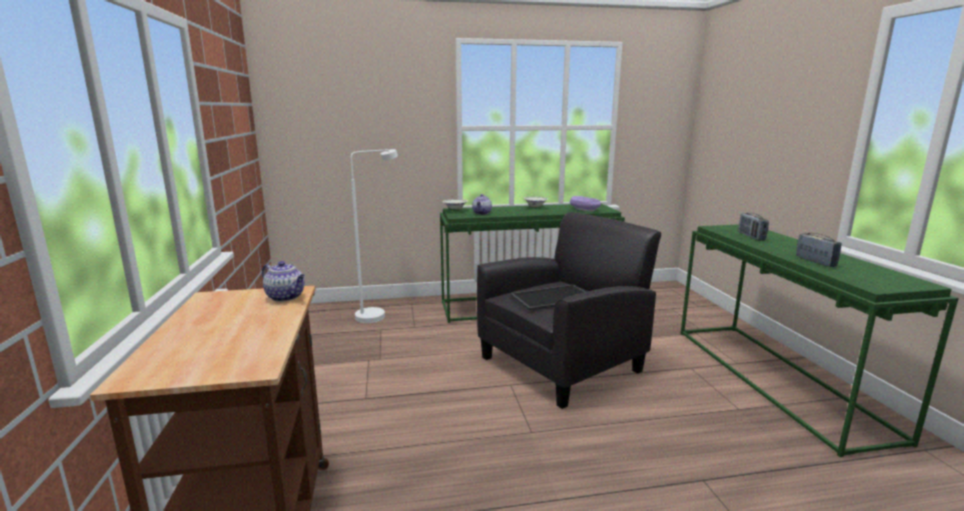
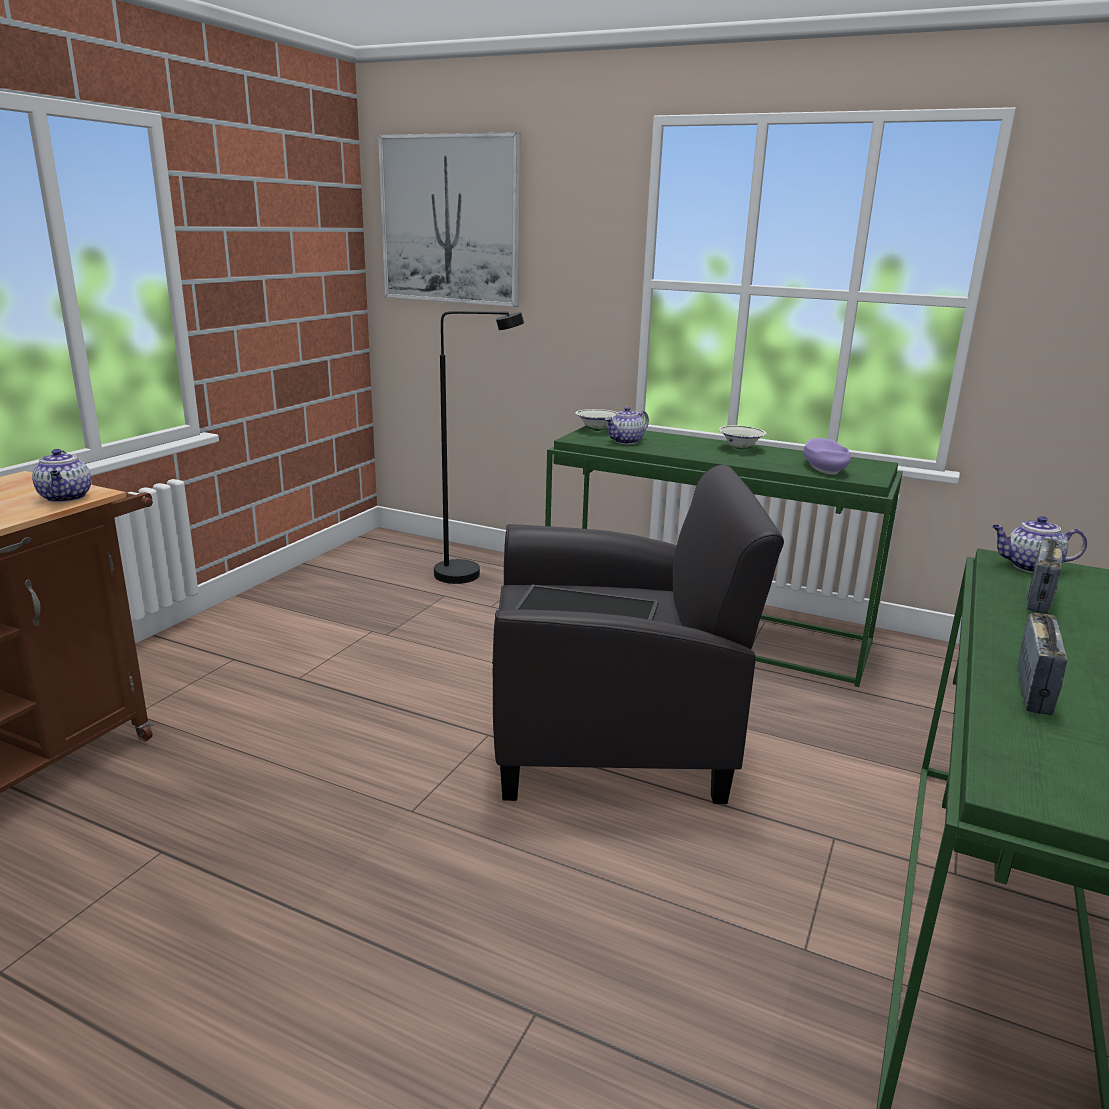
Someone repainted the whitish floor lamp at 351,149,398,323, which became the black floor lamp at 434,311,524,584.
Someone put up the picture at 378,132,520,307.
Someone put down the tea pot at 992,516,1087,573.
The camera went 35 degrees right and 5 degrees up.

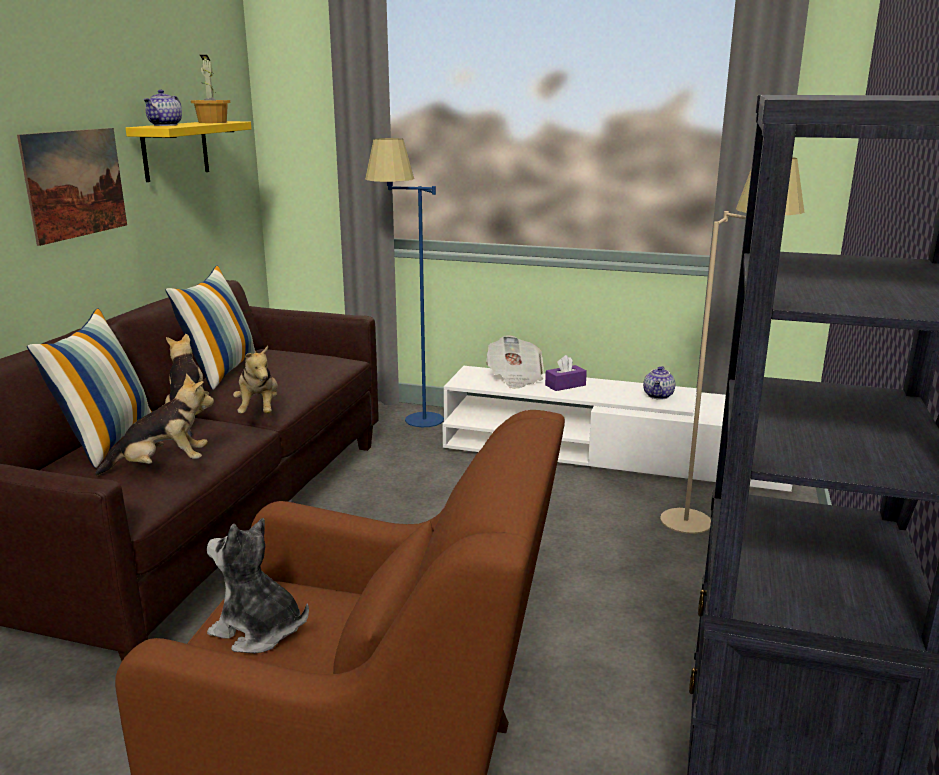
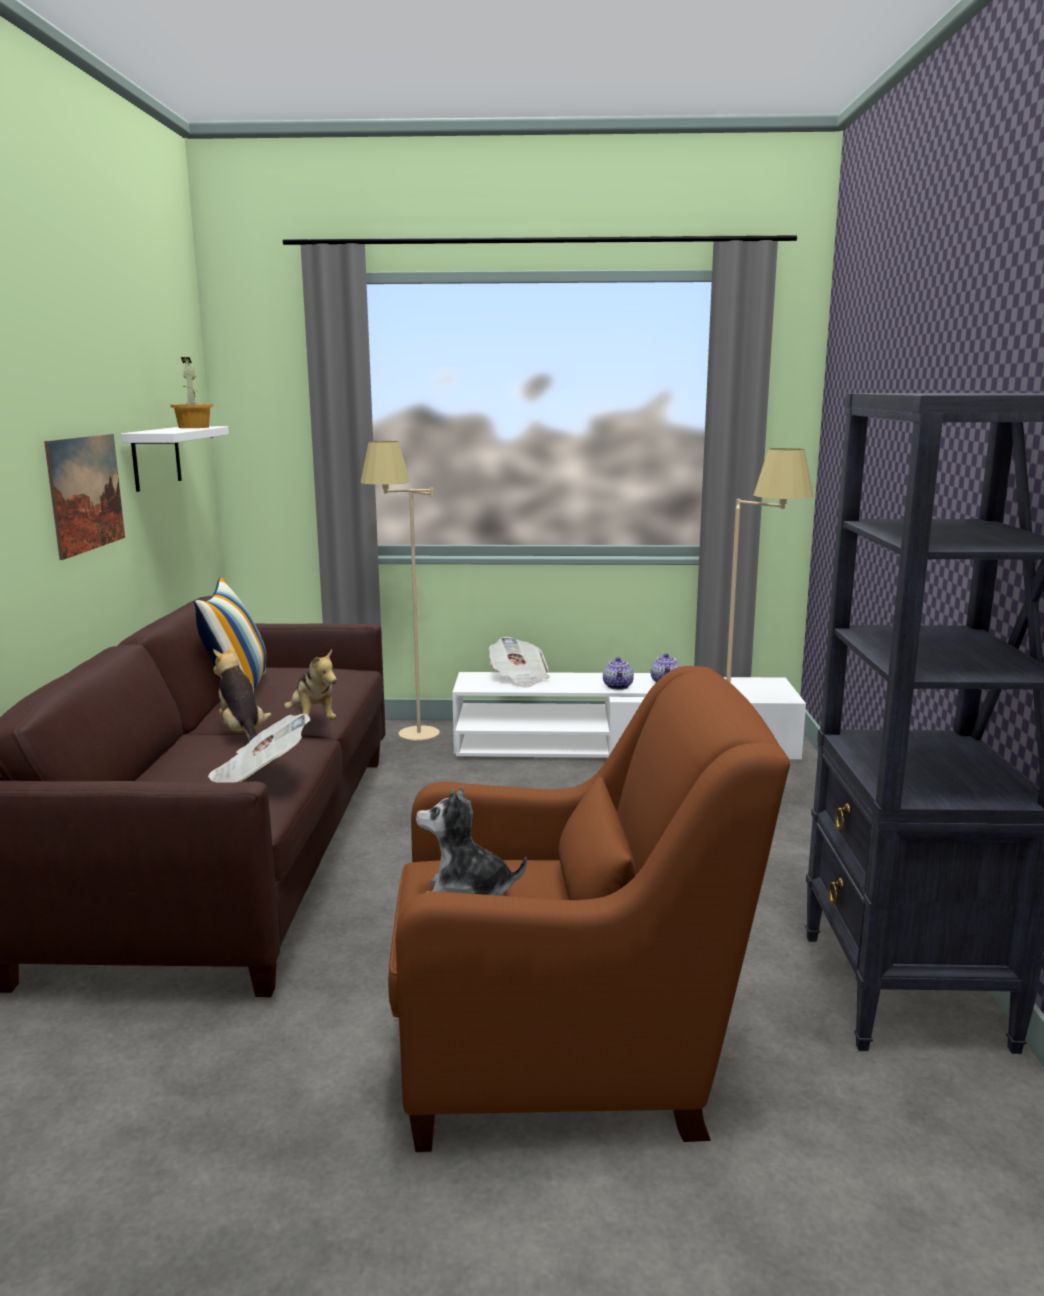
Someone carried the tea pot from 143,90,182,126 to 603,657,634,690.
Someone repainted the yellow shelf at 126,121,251,182, which became the whitish shelf at 121,426,229,492.
Someone repainted the bluish floor lamp at 365,138,444,427, which became the sand-coloured floor lamp at 360,441,440,741.
Someone took away the throw pillow at 27,308,152,468.
Someone took away the purplish tissue holder at 545,355,587,391.
Someone swapped the cuddly toy at 95,373,214,475 for the printed paper at 208,714,310,782.
The camera went 15 degrees left and 5 degrees down.

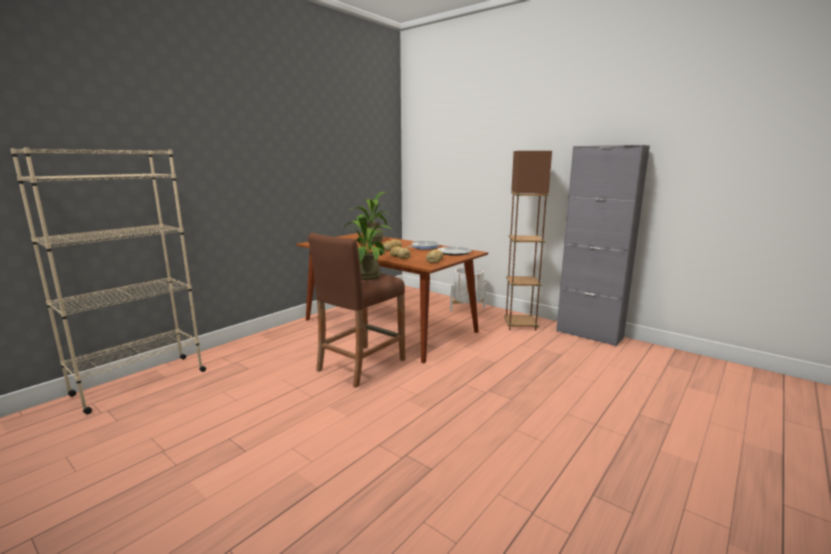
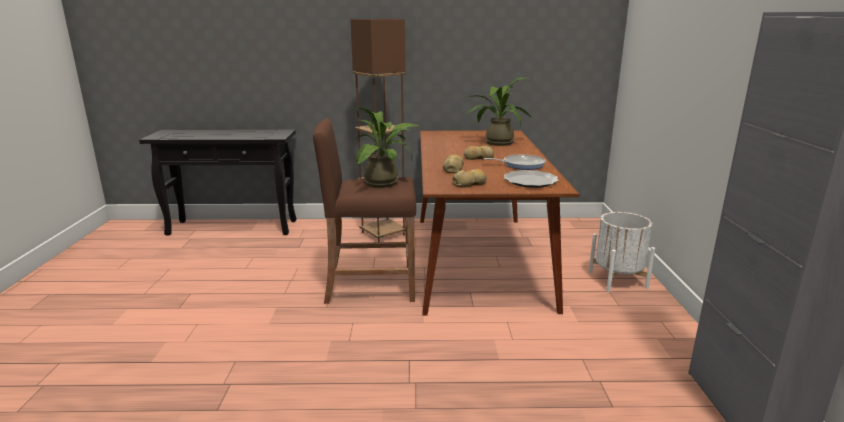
Someone swapped the sand-coloured shelving unit at 10,147,206,414 for the black console table at 139,130,296,235.
Someone carried the brown-coloured floor lamp from 504,151,552,331 to 350,19,406,242.
The camera went 50 degrees right and 5 degrees up.

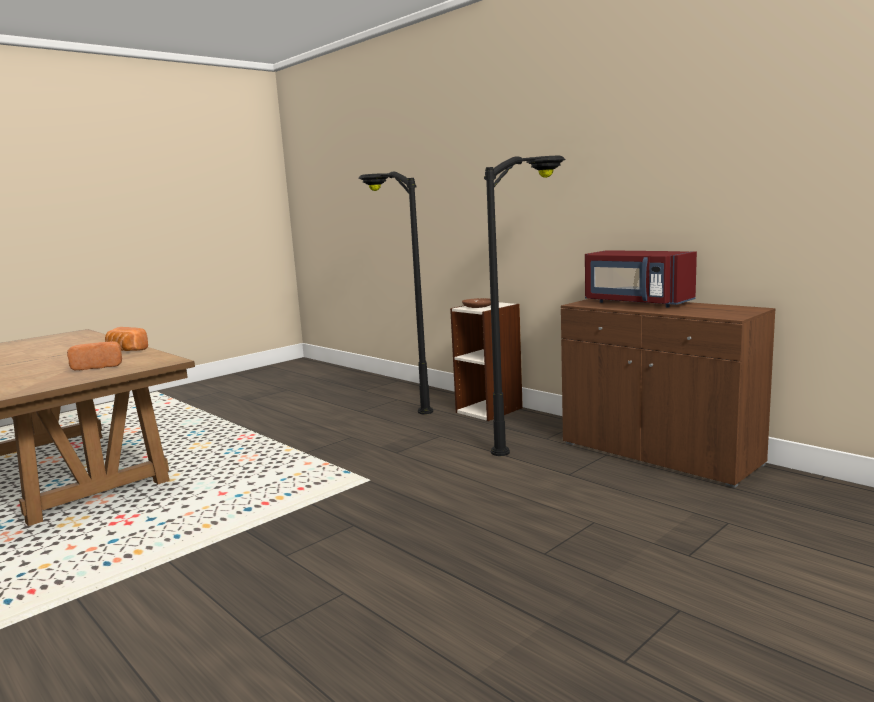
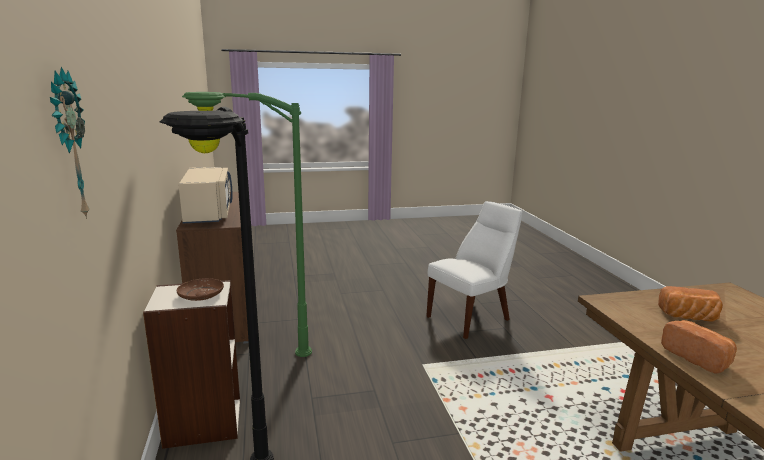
Someone repainted the black floor lamp at 484,156,566,456, which became the green floor lamp at 182,92,312,357.
Someone repainted the red-coloured kitchen microwave at 585,250,697,308, which became the sand-coloured kitchen microwave at 178,167,232,223.
Someone put up the clock on the wall at 50,67,90,219.
Someone put down the whitish upright chair at 426,201,522,339.
The camera went 150 degrees left and 5 degrees up.

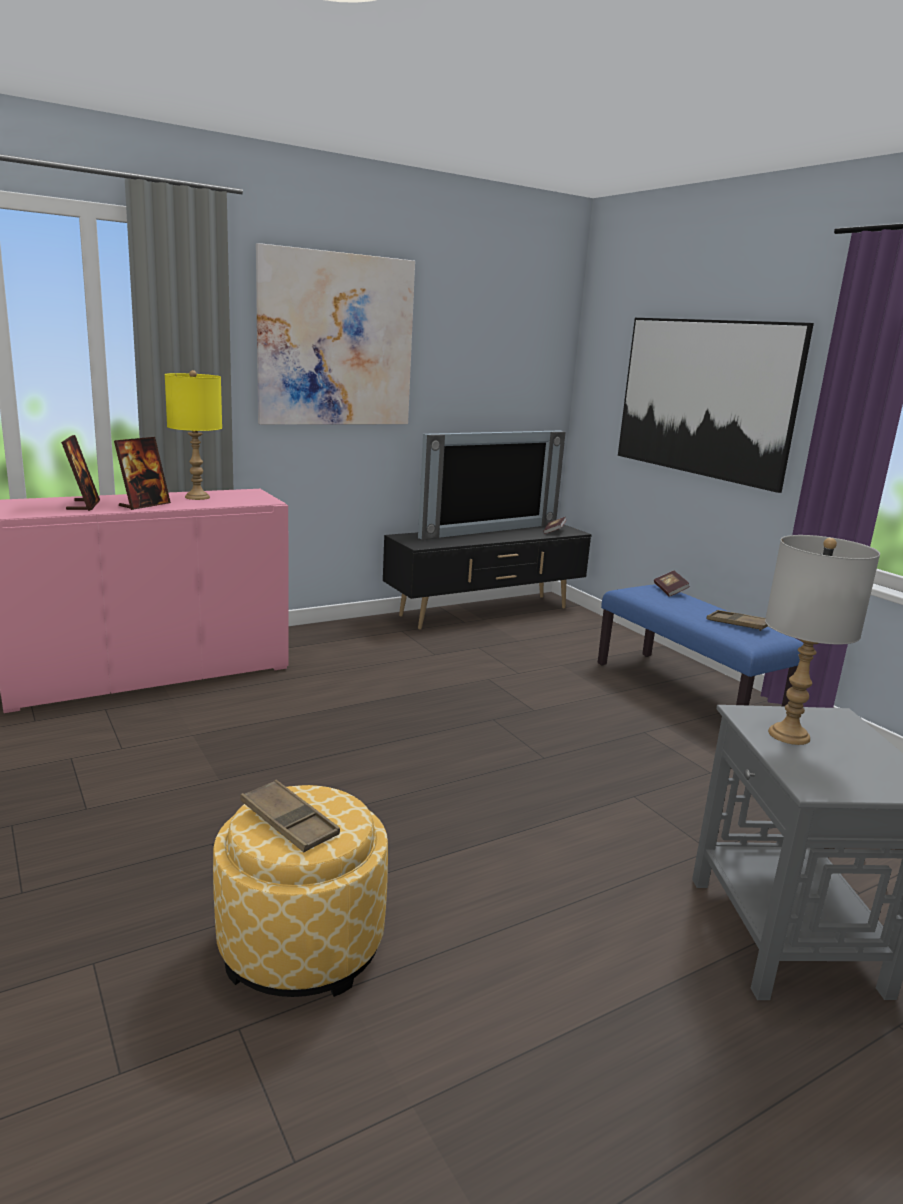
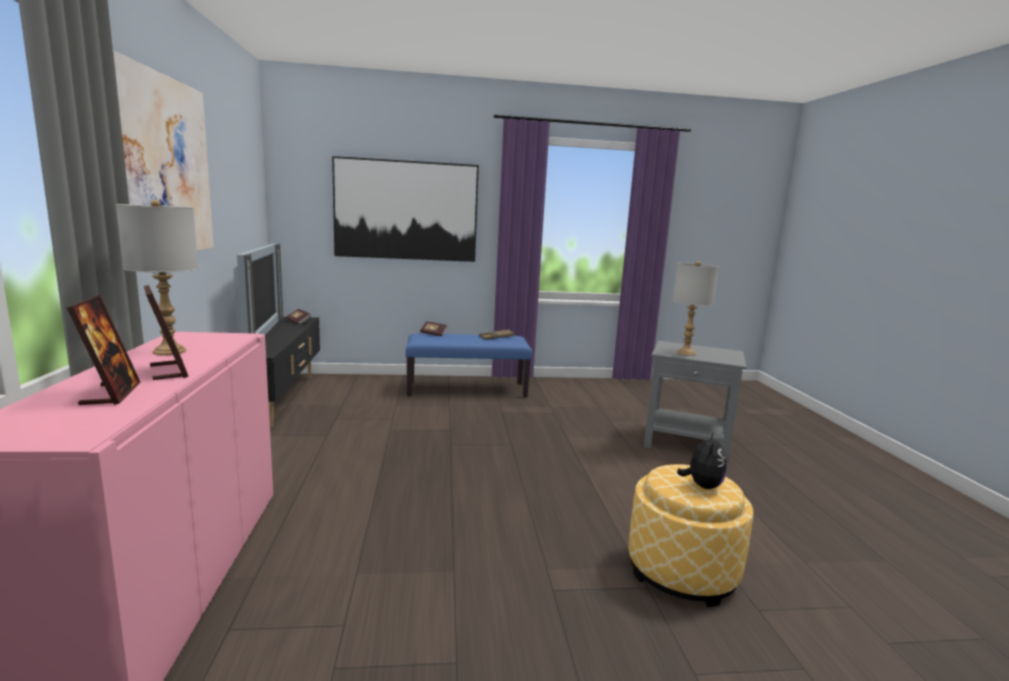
Someone repainted the yellow table lamp at 165,370,222,500, which became the gray table lamp at 116,200,198,356.
Someone rotated the picture frame at 61,435,100,511 by 60 degrees clockwise.
Someone swapped the brown-coloured serving tray at 240,780,340,852 for the cuddly toy at 677,432,727,489.
The camera went 65 degrees left and 5 degrees down.

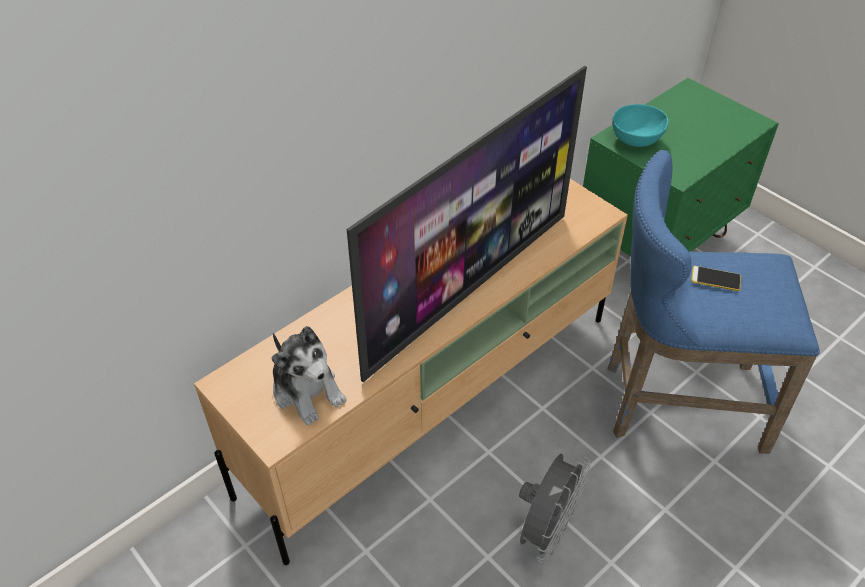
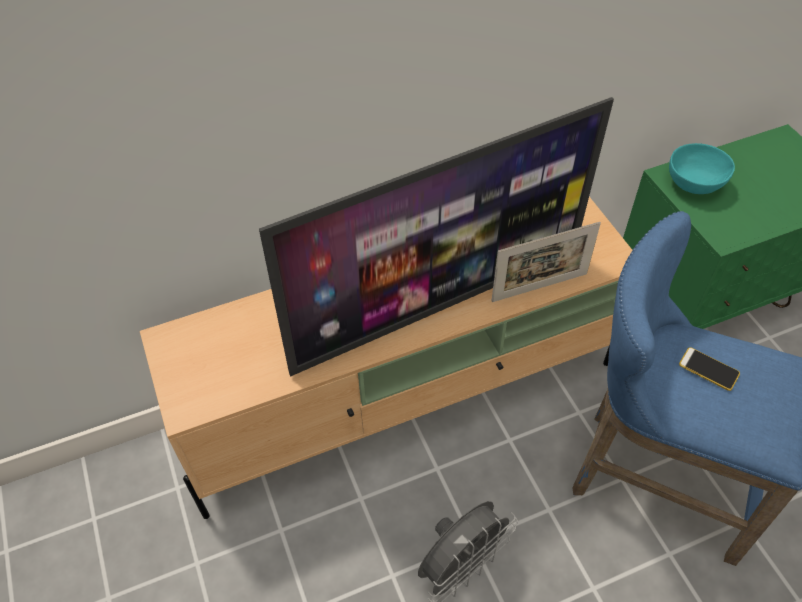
Someone took away the cuddly toy at 271,326,347,425.
Someone put down the picture frame at 491,222,601,302.
The camera went 20 degrees right and 5 degrees up.

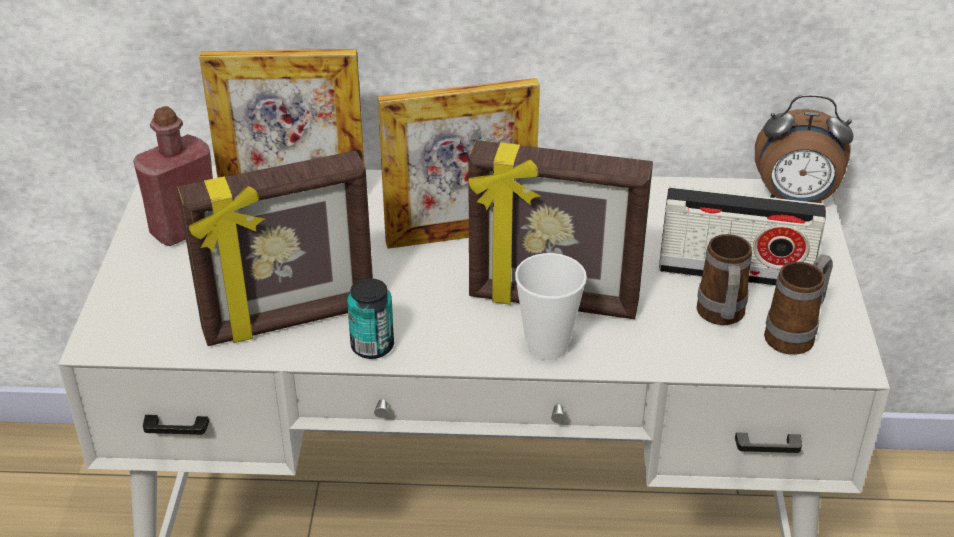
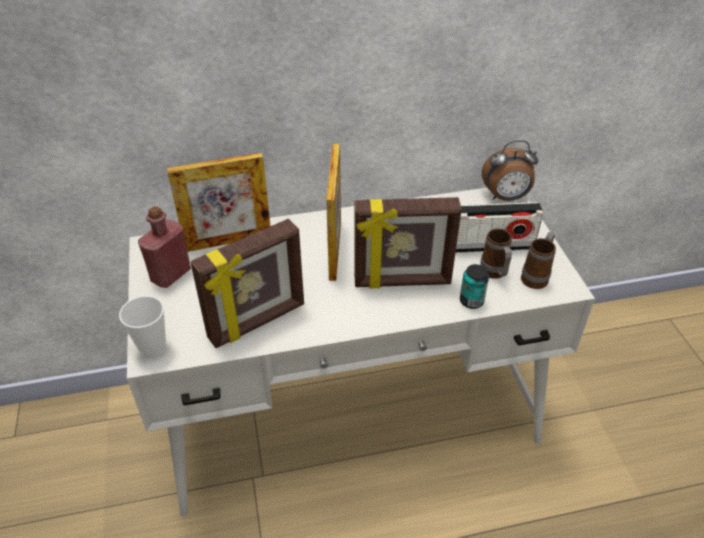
Someone rotated the picture frame at 378,78,540,249 by 60 degrees counterclockwise.
Someone carried the drinking cup from 515,253,587,360 to 119,296,166,359.
Someone carried the sealed can from 347,278,394,359 to 460,264,489,309.
The camera went 15 degrees left and 5 degrees up.

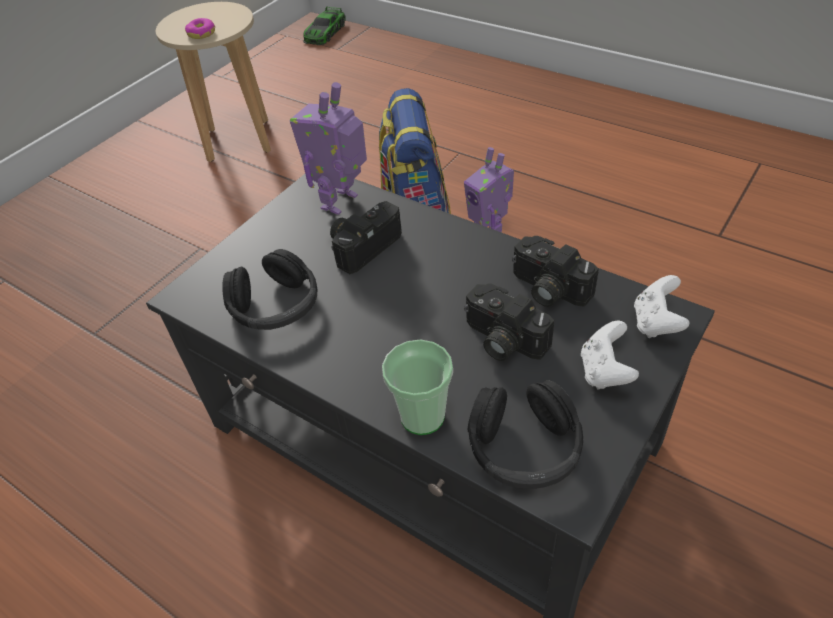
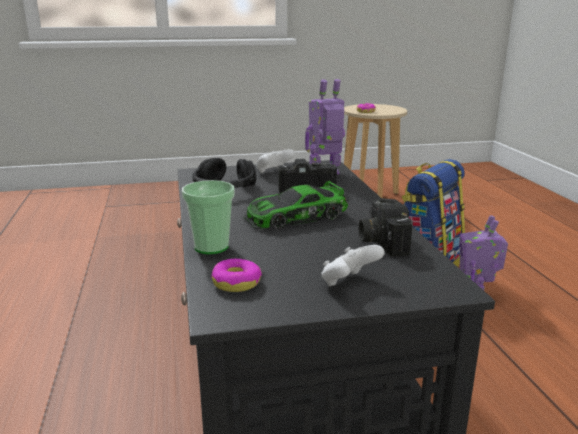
Someone carried the model car from 303,7,346,45 to 243,181,348,229.
Someone carried the whitish gamepad from 634,275,690,338 to 256,149,295,173.
Someone took away the still camera at 464,283,554,361.
Someone swapped the black headset at 468,380,584,489 for the doughnut at 211,259,262,292.
The camera went 40 degrees right and 25 degrees down.

